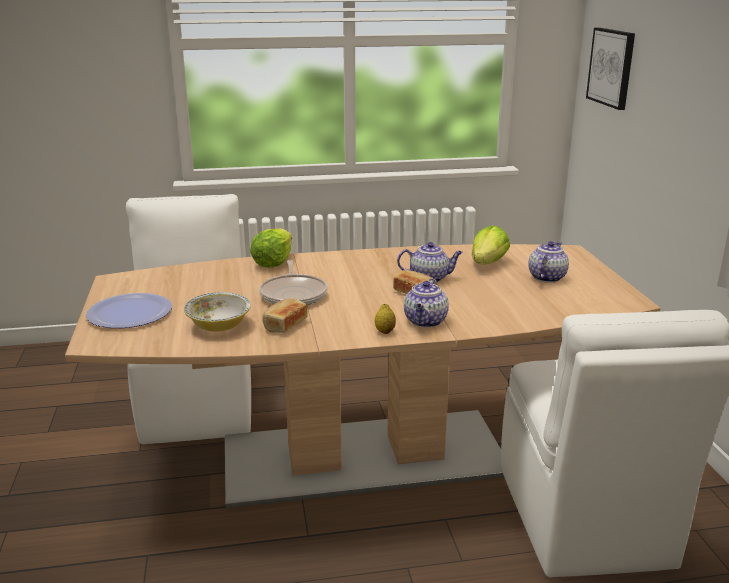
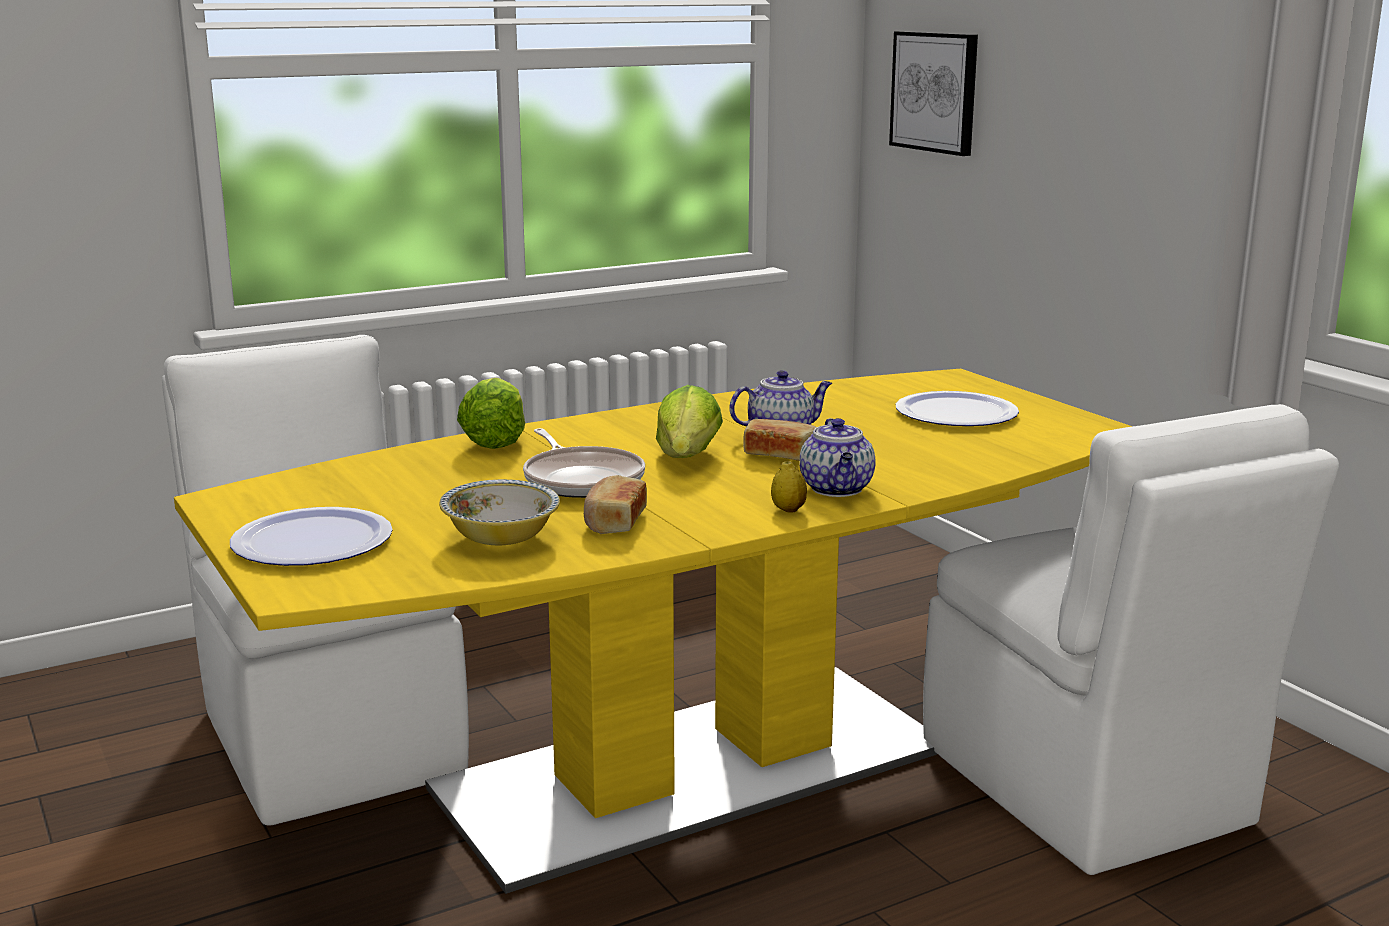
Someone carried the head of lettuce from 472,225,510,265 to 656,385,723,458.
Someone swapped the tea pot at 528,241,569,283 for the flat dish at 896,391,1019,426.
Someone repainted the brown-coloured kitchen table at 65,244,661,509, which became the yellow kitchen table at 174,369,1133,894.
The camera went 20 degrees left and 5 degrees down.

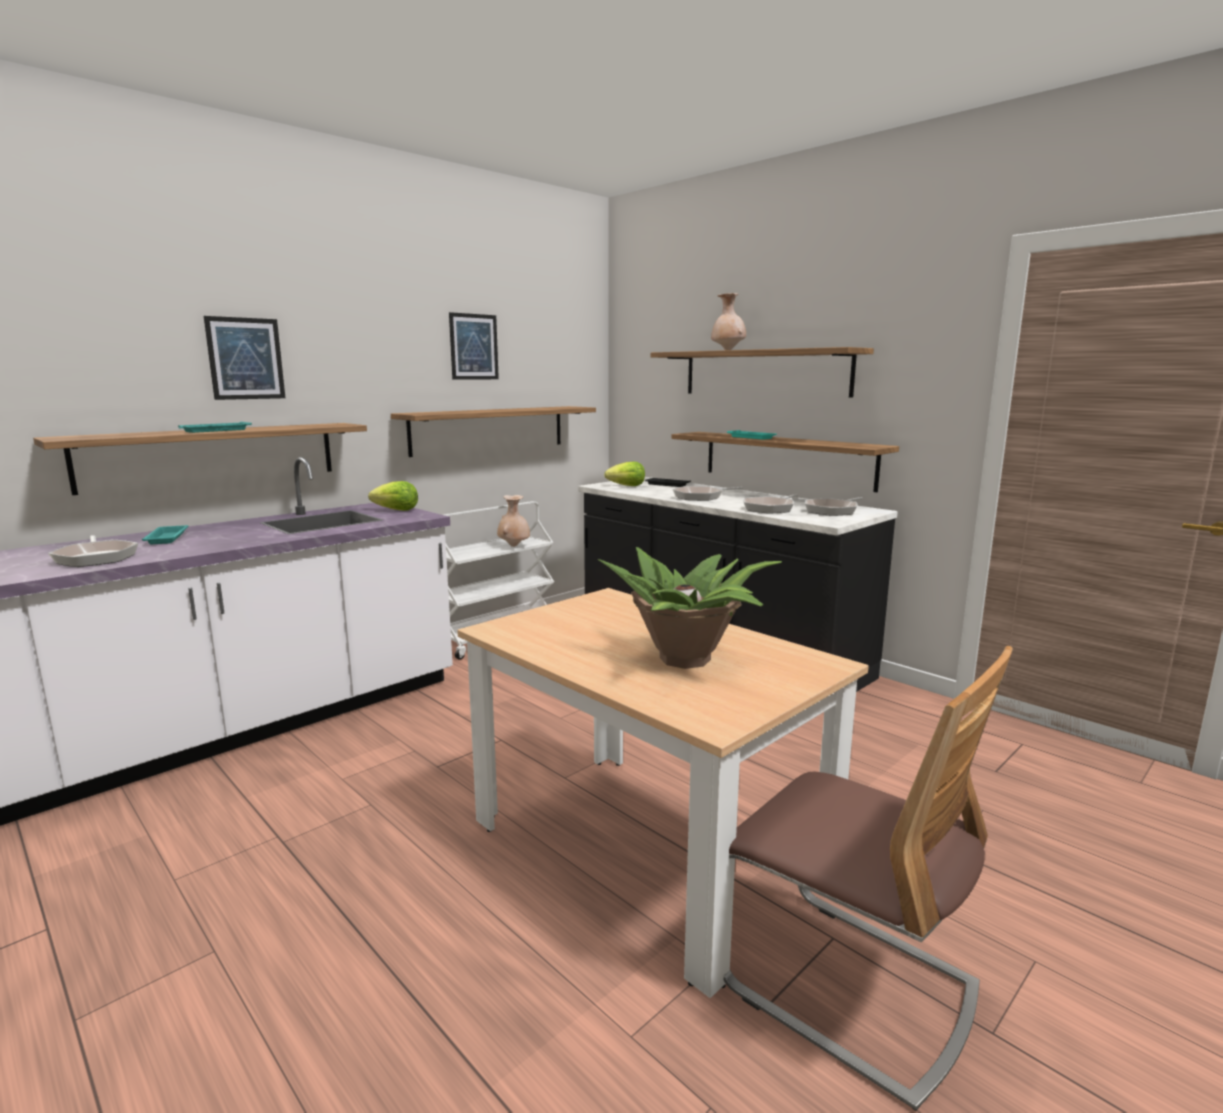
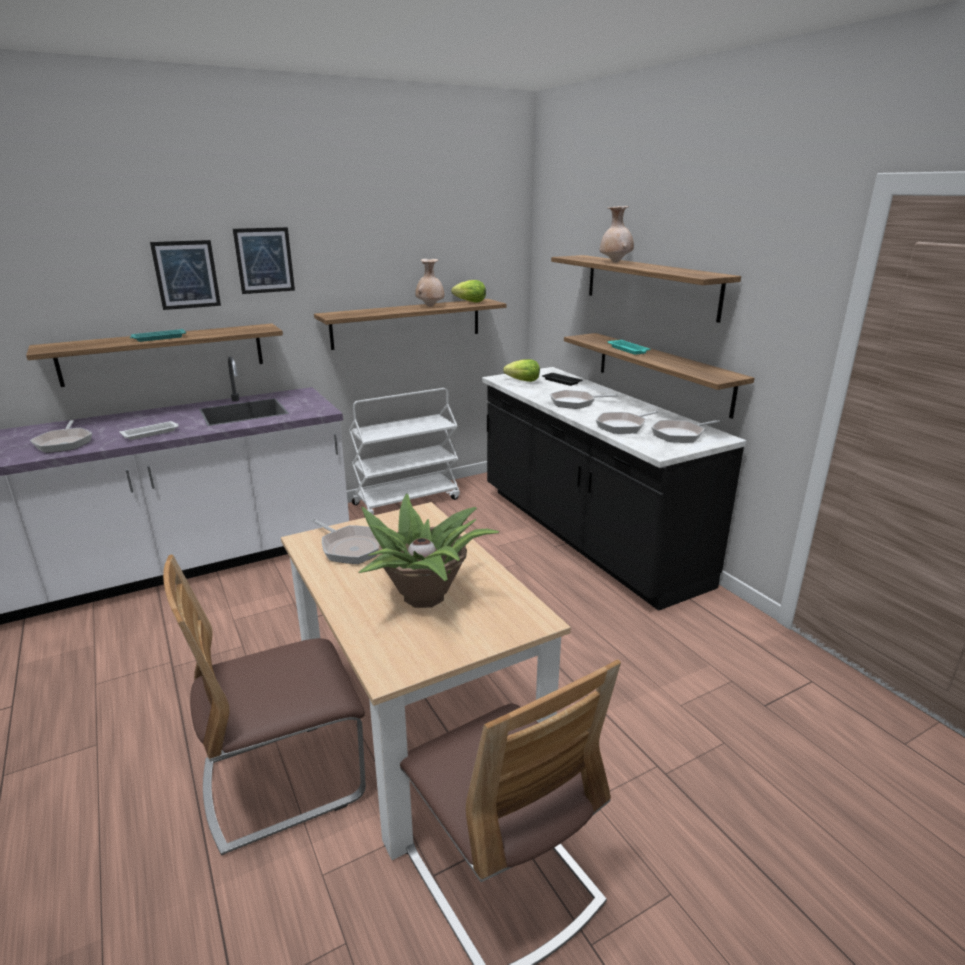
Someone carried the picture from 449,312,499,380 to 233,227,295,294.
Someone carried the head of lettuce from 368,481,418,511 to 451,280,486,302.
Someone carried the sand-coloured vase from 497,495,530,547 to 415,259,444,307.
Someone took away the blue-green serving tray at 142,525,189,544.
Someone put down the whitish serving tray at 119,421,179,440.
Someone put down the skillet at 311,519,380,564.
Someone put down the upright chair at 163,555,366,855.
The camera went 15 degrees right and 10 degrees up.

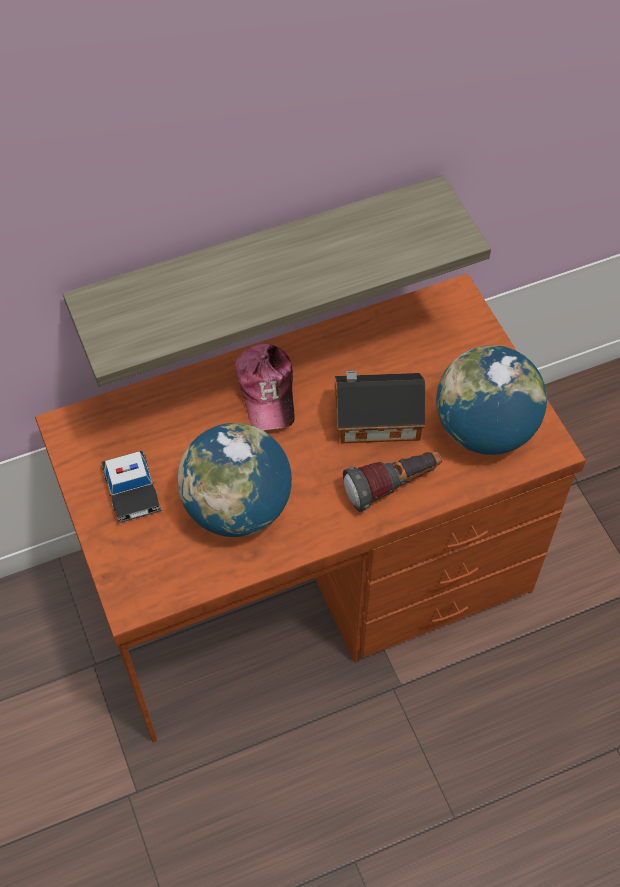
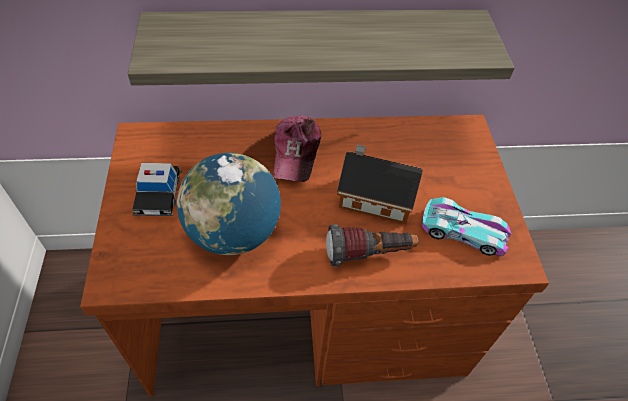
Someone swapped the desk globe at 436,345,547,455 for the model car at 421,197,511,256.
The camera went 15 degrees right and 5 degrees down.

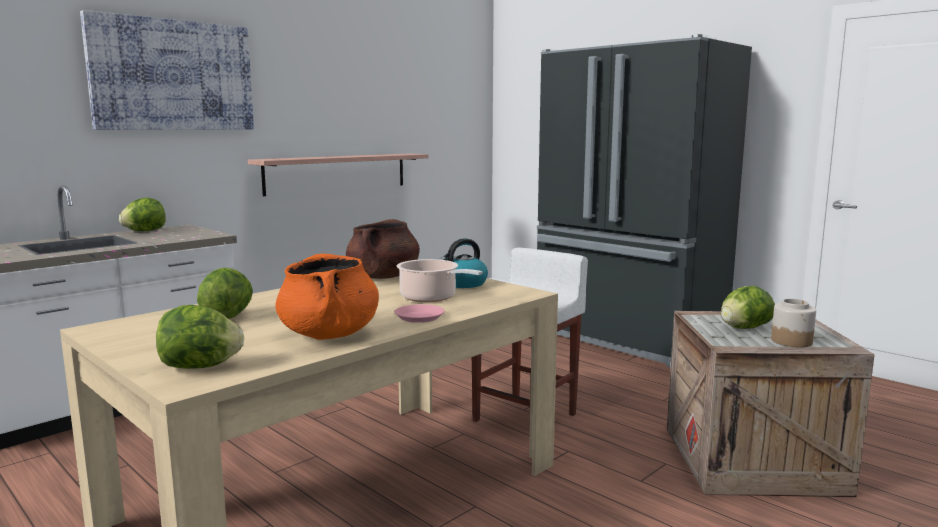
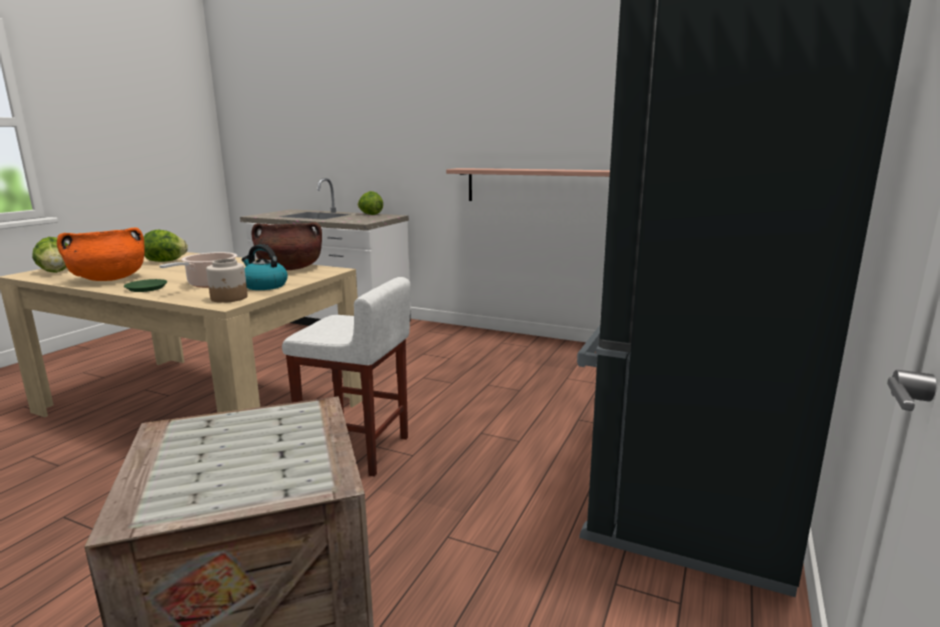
Someone took away the picture at 80,10,254,130.
Someone took away the head of lettuce at 721,286,775,329.
Someone carried the jar from 771,299,816,348 to 206,259,248,303.
Someone repainted the pink flat dish at 395,304,444,323, which became the green flat dish at 124,279,167,292.
The camera went 70 degrees right and 5 degrees up.

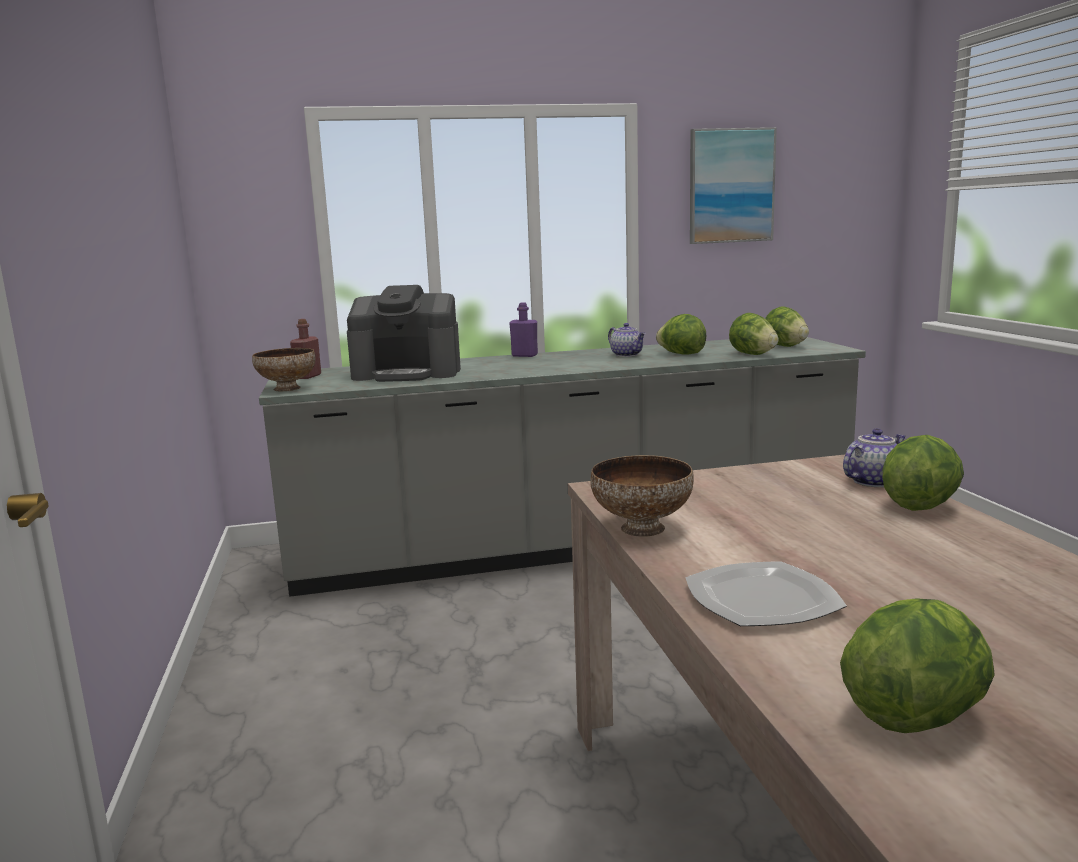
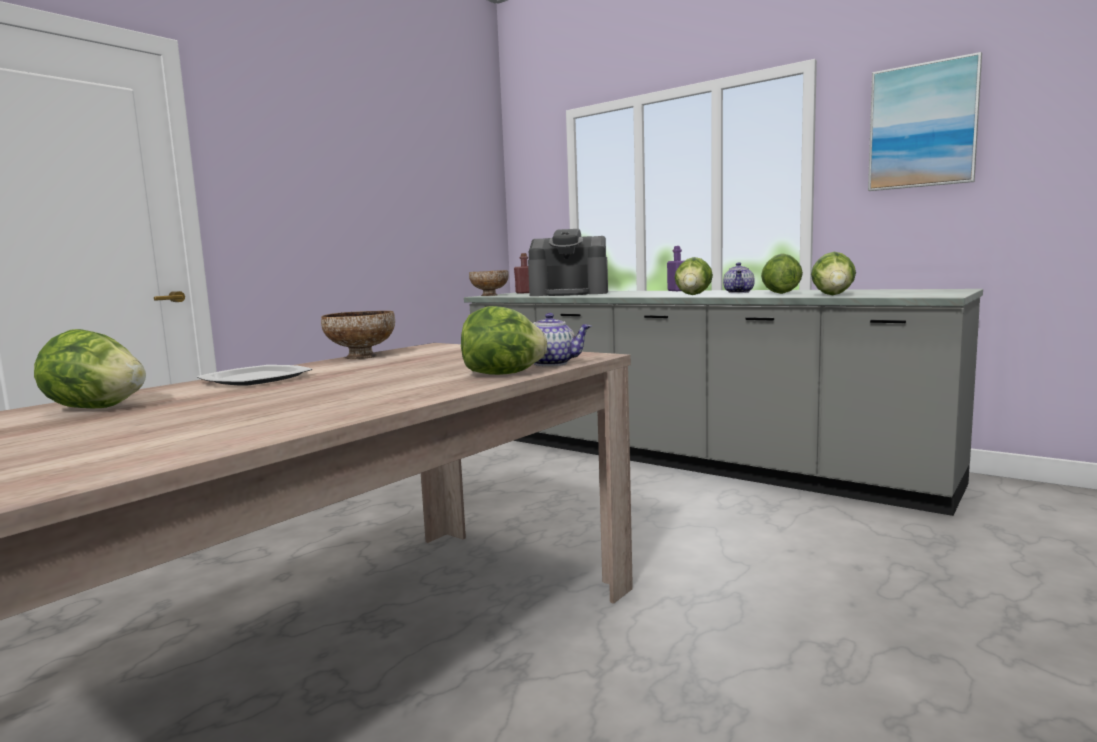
Someone rotated the coffee maker at 347,285,461,382 by 45 degrees counterclockwise.
Someone carried the head of lettuce from 765,306,809,347 to 674,257,713,295.
The camera went 50 degrees right and 5 degrees down.

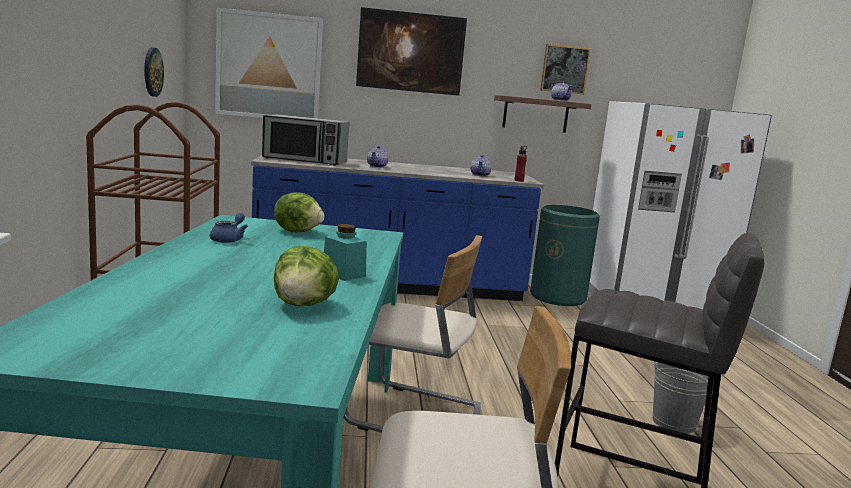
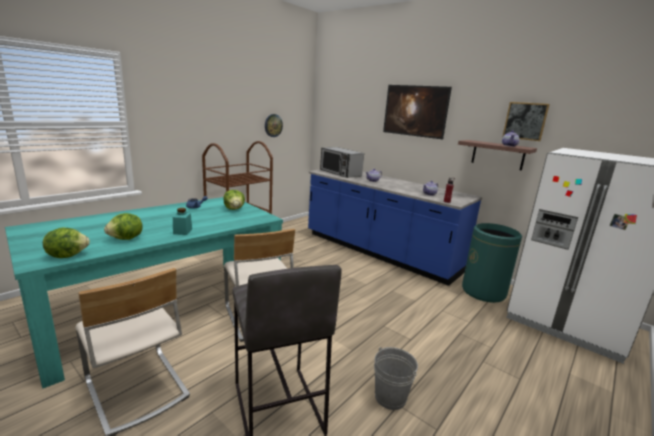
Someone took away the picture at 215,7,323,118.
Someone put down the head of lettuce at 43,227,90,258.
The camera went 45 degrees right and 5 degrees up.

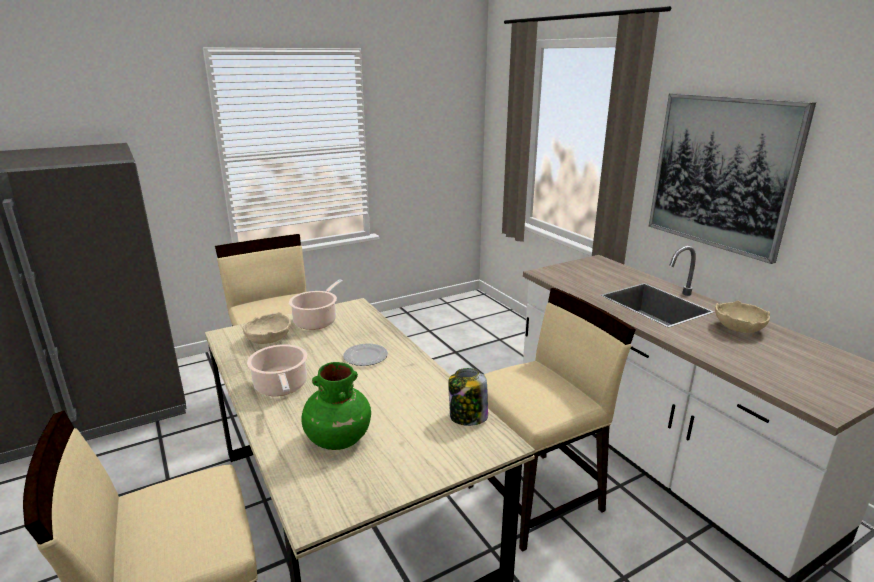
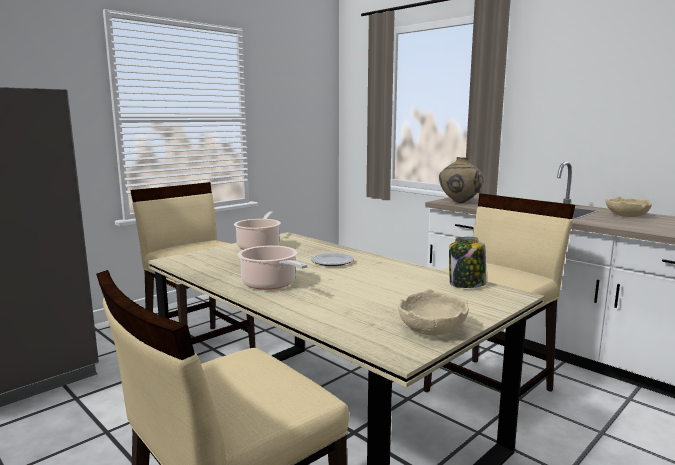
Someone took away the picture at 649,93,816,264.
Someone carried the sand-coloured deep dish from 242,312,291,344 to 398,289,469,335.
Someone took away the green vase at 301,362,371,450.
Someone put down the sand-coloured vase at 439,157,483,203.
The camera went 15 degrees left and 10 degrees down.

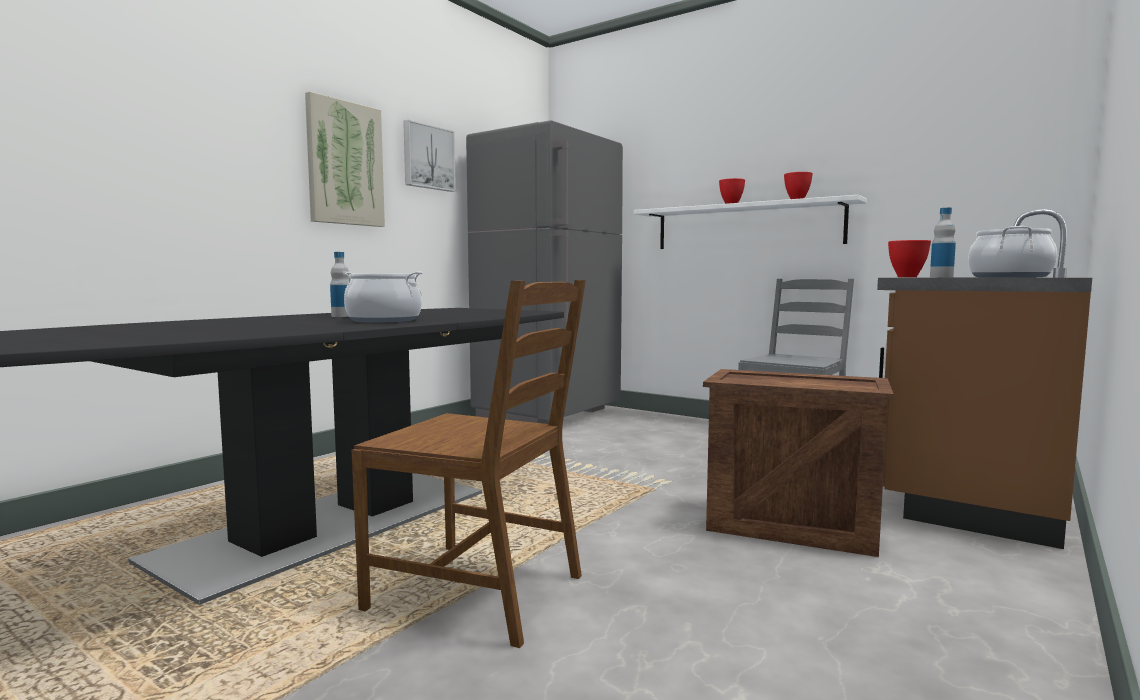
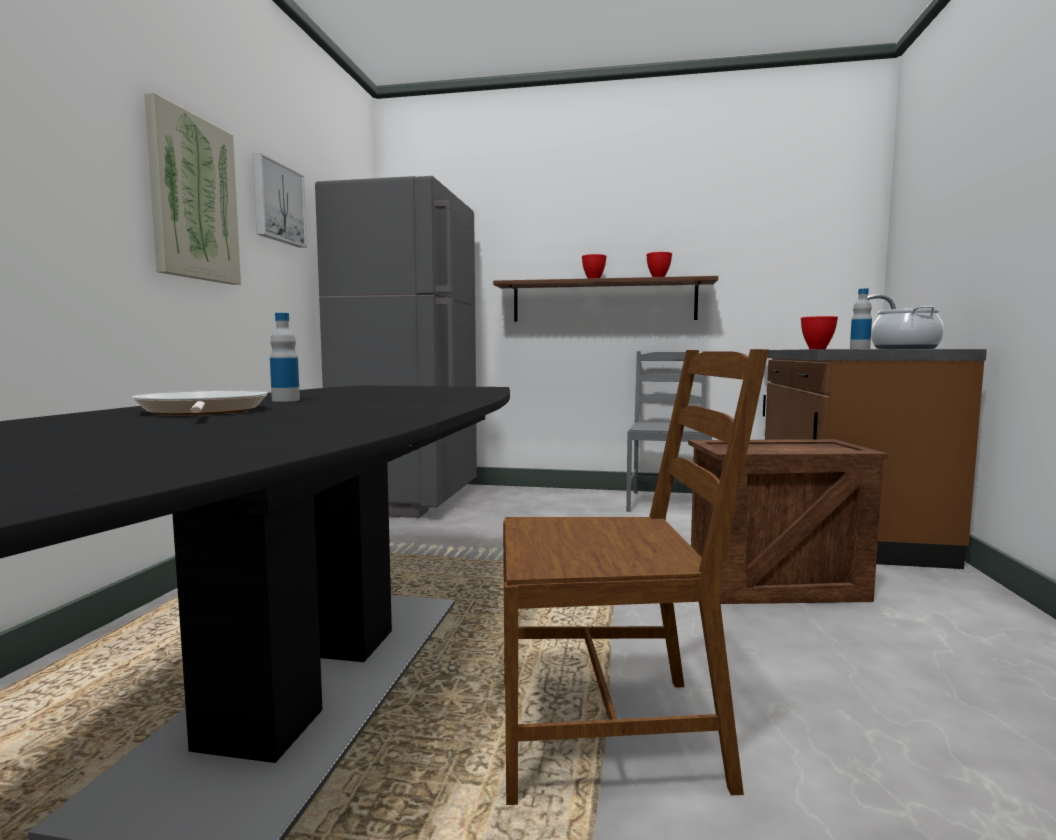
Someone repainted the whitish shelf at 633,195,867,249, which became the brown-coloured shelf at 493,276,718,322.
Someone took away the saucepot at 342,272,423,322.
Someone put down the skillet at 132,390,267,415.
The camera went 25 degrees left and 0 degrees up.

